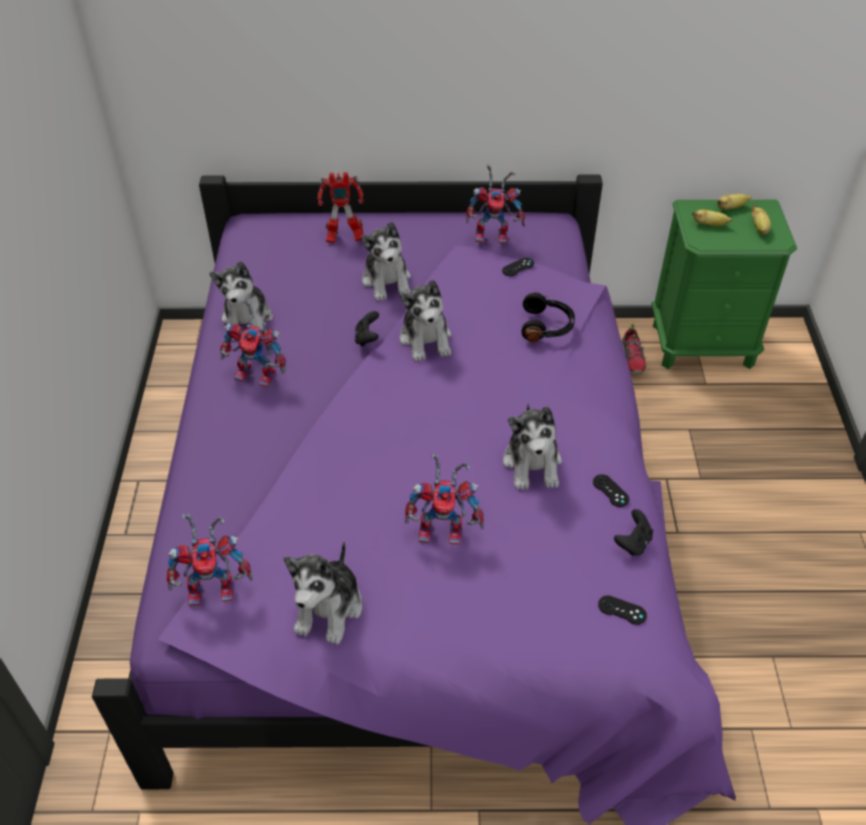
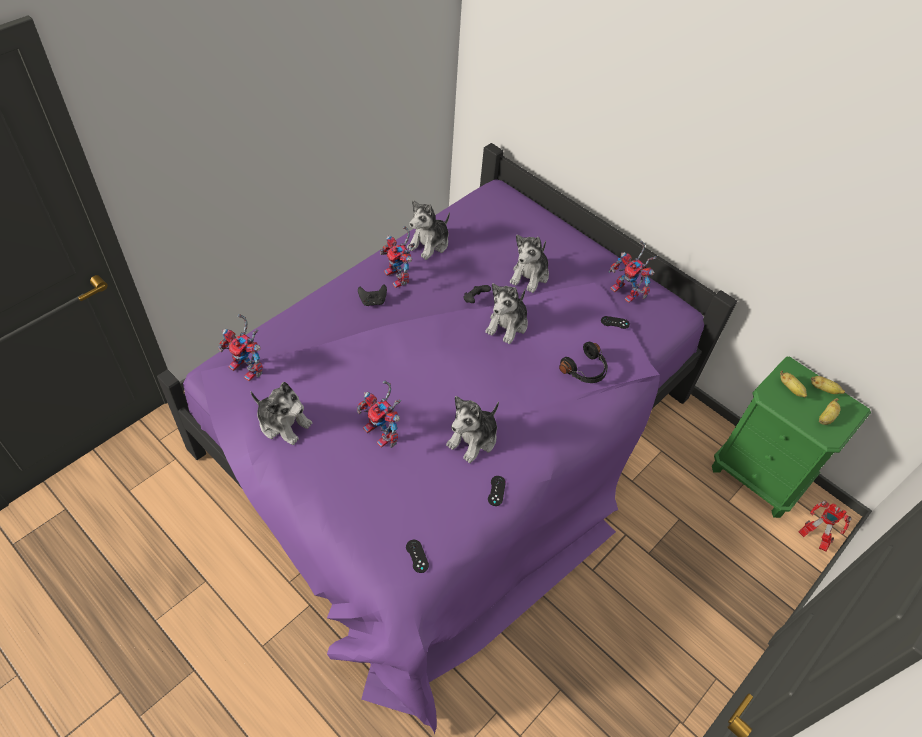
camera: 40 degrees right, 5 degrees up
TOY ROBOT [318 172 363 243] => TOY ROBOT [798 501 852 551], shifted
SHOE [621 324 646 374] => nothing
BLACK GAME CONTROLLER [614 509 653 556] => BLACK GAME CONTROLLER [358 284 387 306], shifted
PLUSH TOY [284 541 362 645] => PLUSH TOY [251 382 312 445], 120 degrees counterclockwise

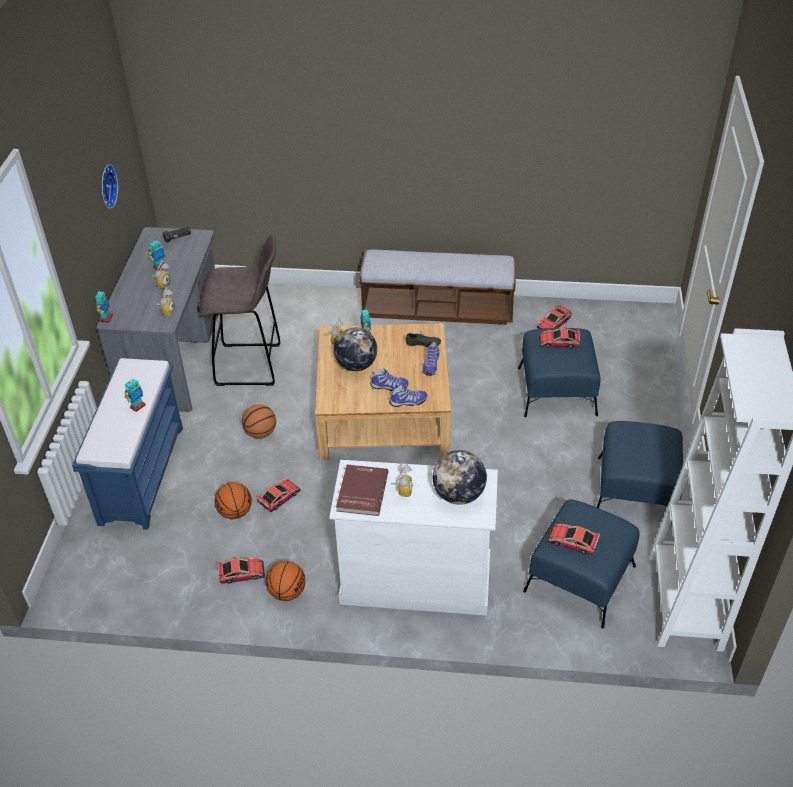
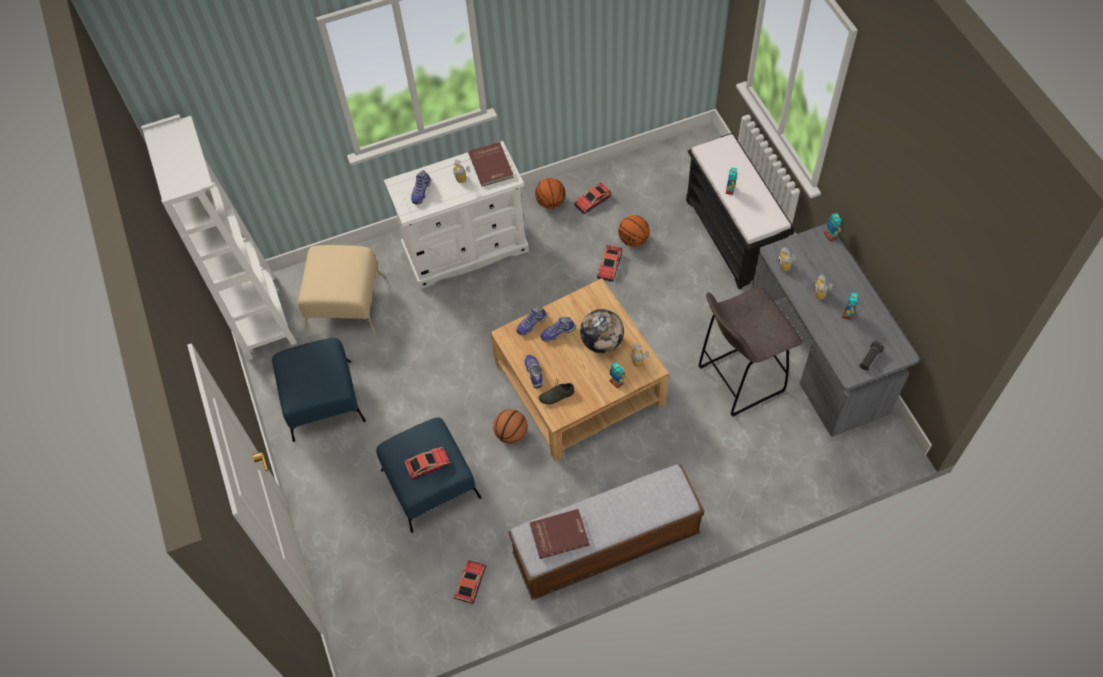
camera: 155 degrees right, 15 degrees up
WALL CLOCK [101 164 118 209] => nothing
BLUE BENCH [72 358 183 530] => BLACK BENCH [686 133 795 290]
BASKETBALL [242 404 276 438] => BASKETBALL [493 409 528 444], shifted
GLOBE [433 450 487 505] => SHOE [411 170 431 204]
BLUE OTTOMAN [523 499 640 628] => BEIGE OTTOMAN [298 245 384 333]
TOY CAR [547 524 600 555] => nothing
nothing => RED BOOK [530 509 590 559]

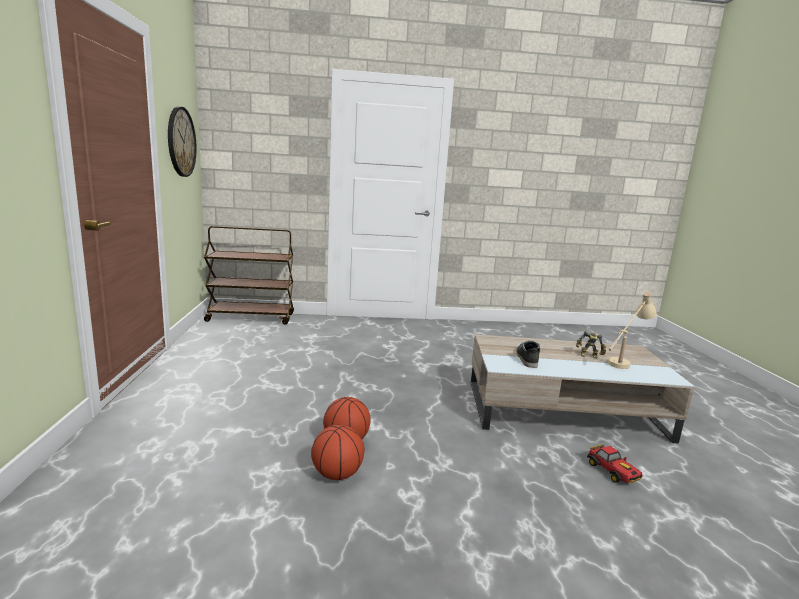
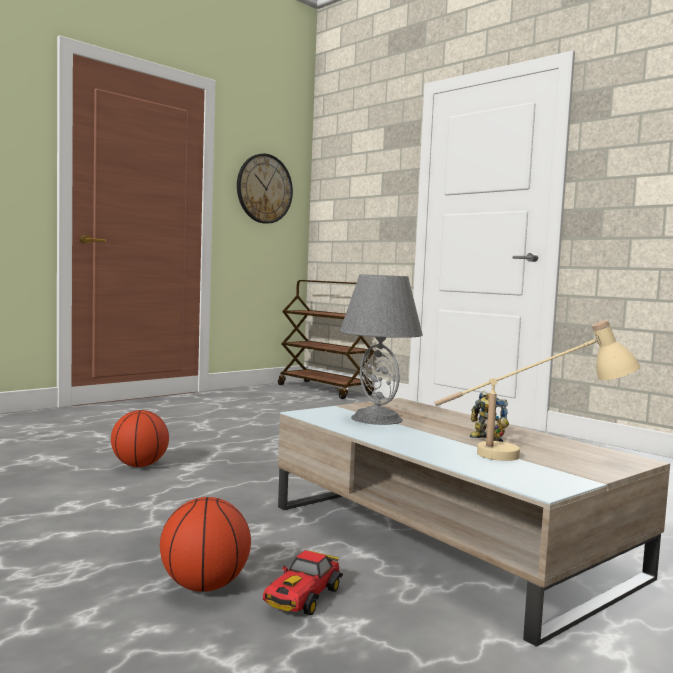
camera: 50 degrees right, 10 degrees down
SHOE [517 341 540 368] => GREY TABLE LAMP [340 274 423 425]
BASKETBALL [311 424 364 480] => BASKETBALL [160 497 251 592], shifted

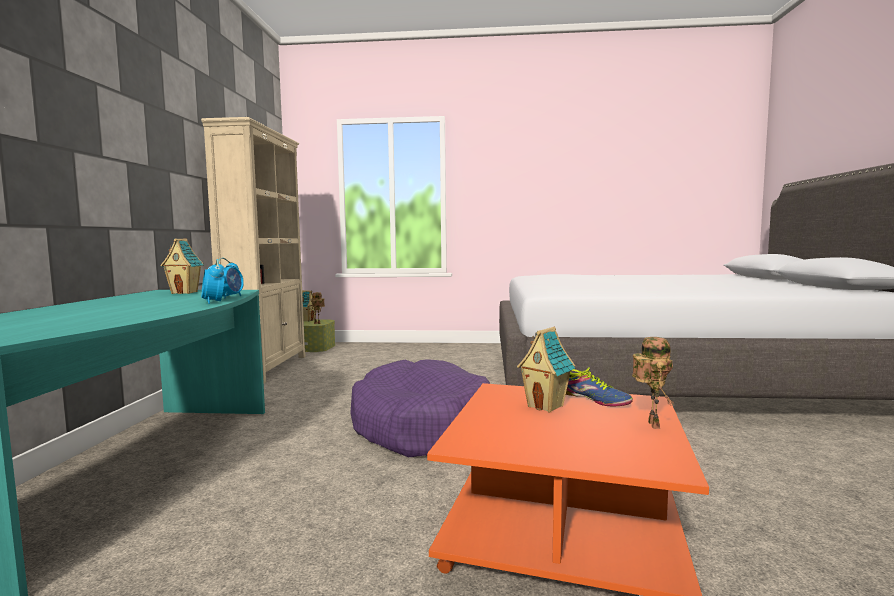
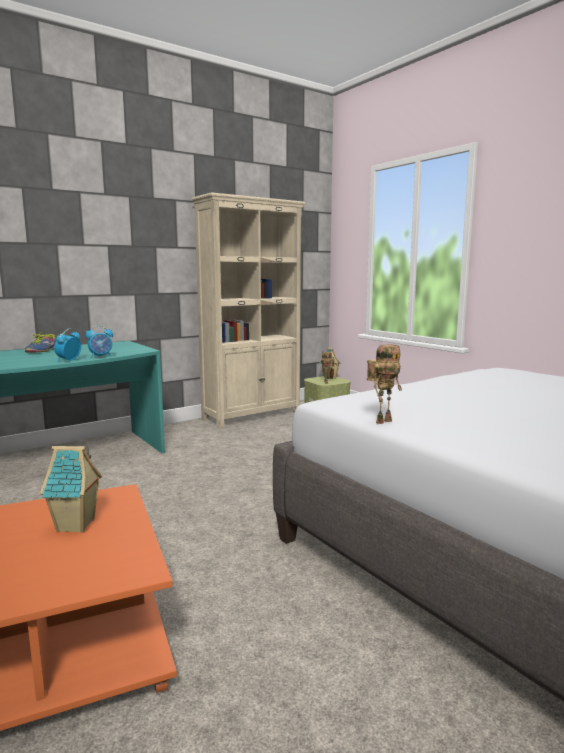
camera: 50 degrees right, 5 degrees up
TOY HOUSE [160 239 204 294] => nothing
TOY ROBOT [632 337 673 429] => TOY ROBOT [367 344 402 424], shifted
PURPLE DOG BED [350 359 490 457] => nothing
SHOE [566 367 633 406] => SHOE [25 332 56 353], shifted

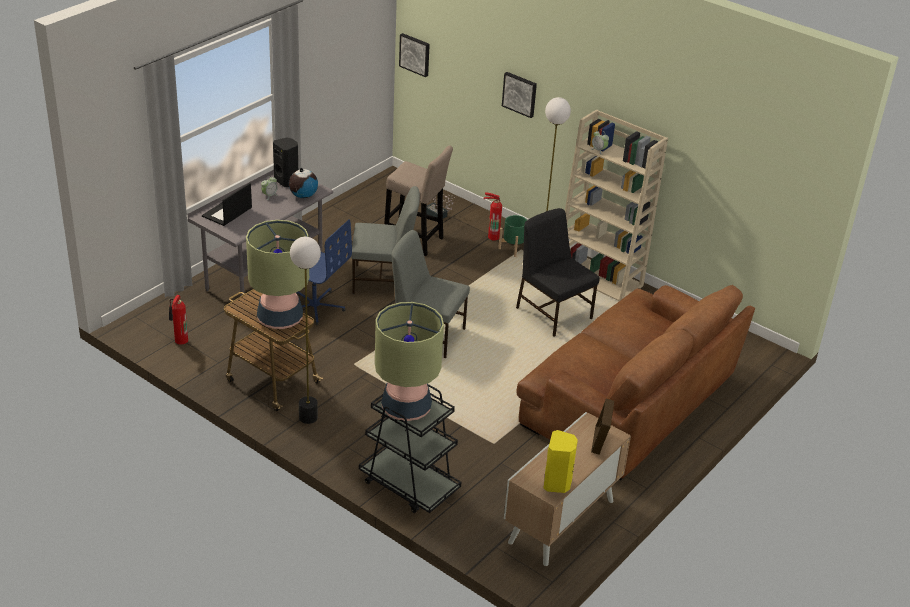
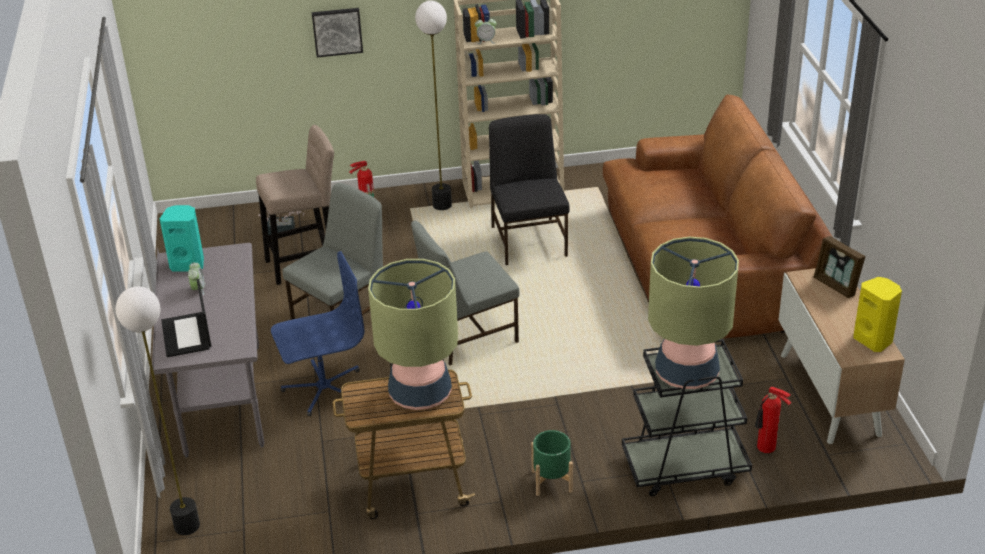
camera: 45 degrees left, 0 degrees up
PICTURE [399 33 430 77] => nothing
BLACK SPEAKER [273 137 298 187] => TURQUOISE SPEAKER [160 205 204 272]
GLOBE [289 168 318 198] => nothing
BLACK CHAIR [516 208 600 336] => BLACK CHAIR [489 114 569 265], 75 degrees clockwise
GREEN PLANTER [498 215 527 257] => GREEN PLANTER [531 430 573 496], shifted
FLOOR LAMP [290 237 321 424] => FLOOR LAMP [116 287 200 535], shifted
FIRE EXTINGUISHER [169 295 188 345] => FIRE EXTINGUISHER [755 387 791 453], shifted

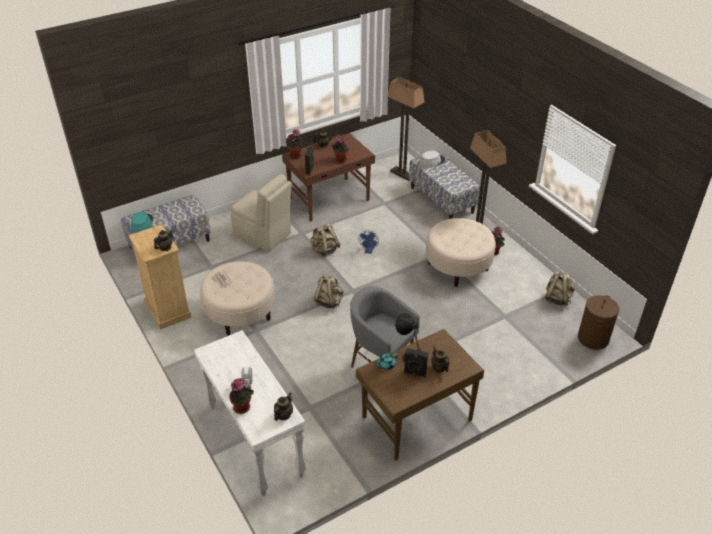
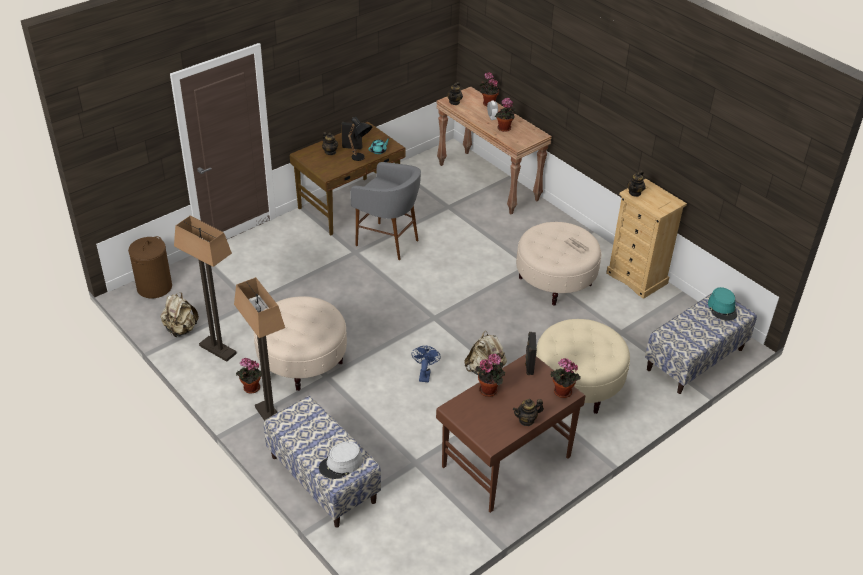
camera: 170 degrees right, 0 degrees up
FLOOR LAMP [387 77 425 181] => FLOOR LAMP [174 216 237 362], shifted
BEIGE CHAIR [231 174 292 252] => BEIGE OTTOMAN [536 319 630 414]
BEIGE BACKPACK [314 274 343 309] => nothing
WHITE CONSOLE TABLE [194 330 306 496] => BROWN CONSOLE TABLE [436 87 552 214]
nothing => POTTED PLANT [494 98 516 132]

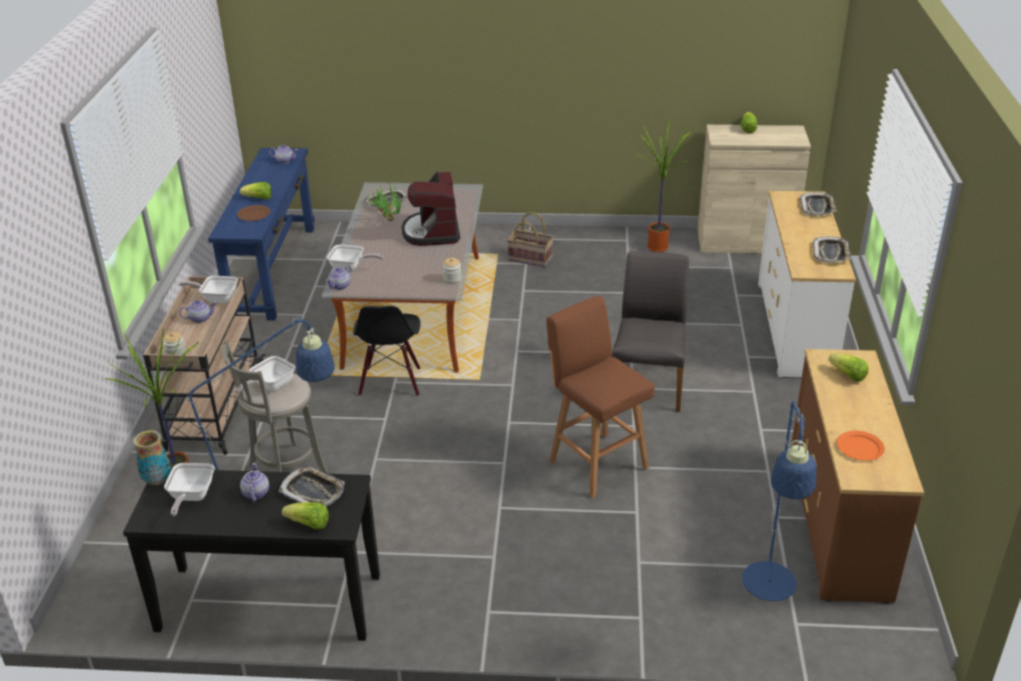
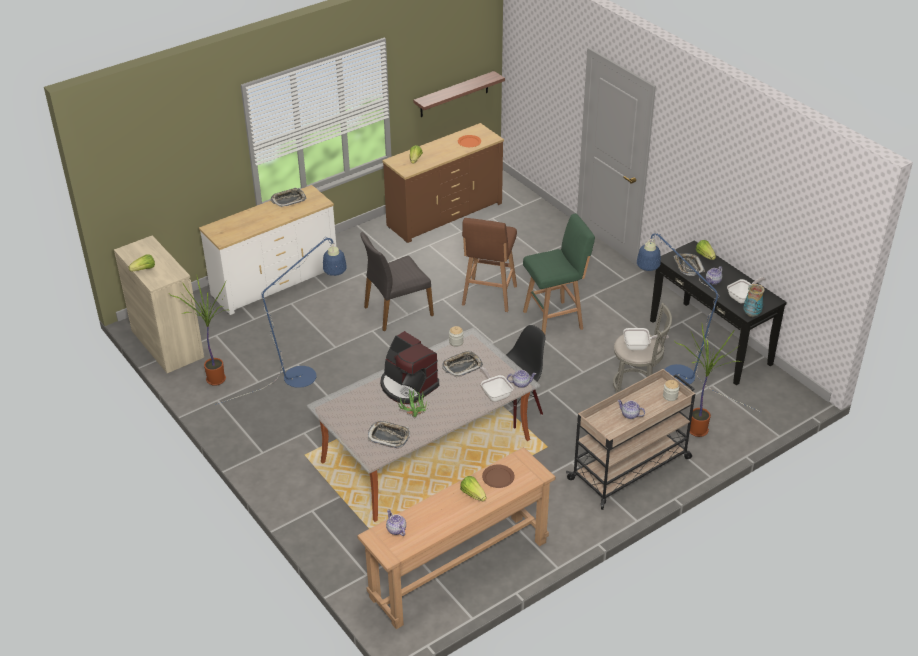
camera: 130 degrees left, 5 degrees up
BLUE CONSOLE TABLE [208 148 315 321] => BROWN CONSOLE TABLE [357 447 555 629]
COFFEE MACHINE [402 172 460 246] => COFFEE MACHINE [380 331 439 404], 90 degrees clockwise
TRAY [800 192 837 215] => TRAY [442 350 483 377], shifted
BASKET [507 212 553 267] => nothing
FRYING PAN [179 276 238 303] => nothing
BLUE FLOOR LAMP [742 401 816 601] => BLUE FLOOR LAMP [215 237 347 405], shifted
nothing => SHELF [413 71 505 117]
nothing => GREEN STOOL [523 213 595 334]

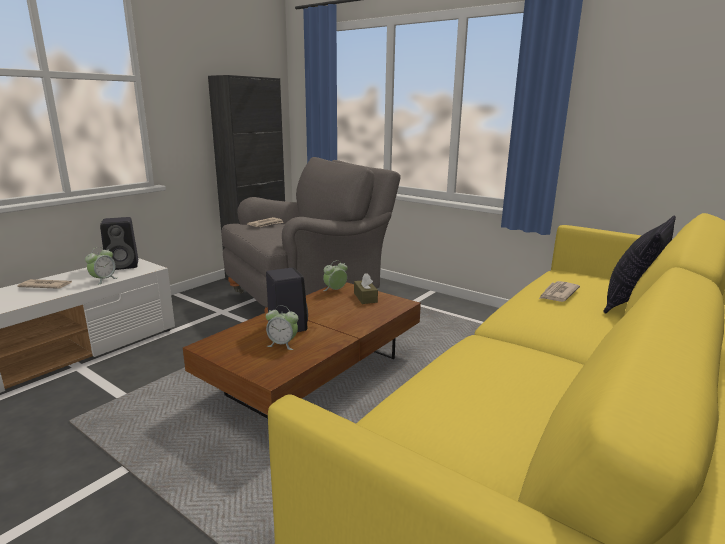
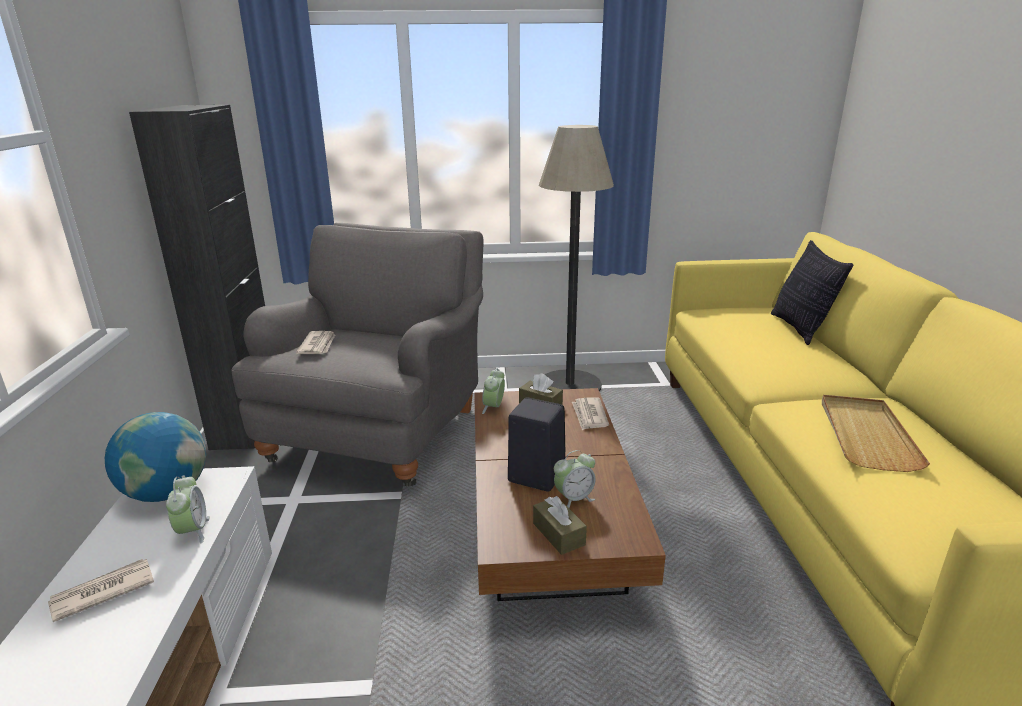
camera: 40 degrees left, 5 degrees up
BLACK SPEAKER [100 217 138 270] => GLOBE [105 412 206 502]
NEWSPAPER [539 281 580 302] => NEWSPAPER [572 397 609 430], shifted
nothing => FLOOR LAMP [539 125 614 391]
nothing => BEIGE TRAY [822 395 930 472]
nothing => BROWN TISSUE BOX [533 496 587 555]

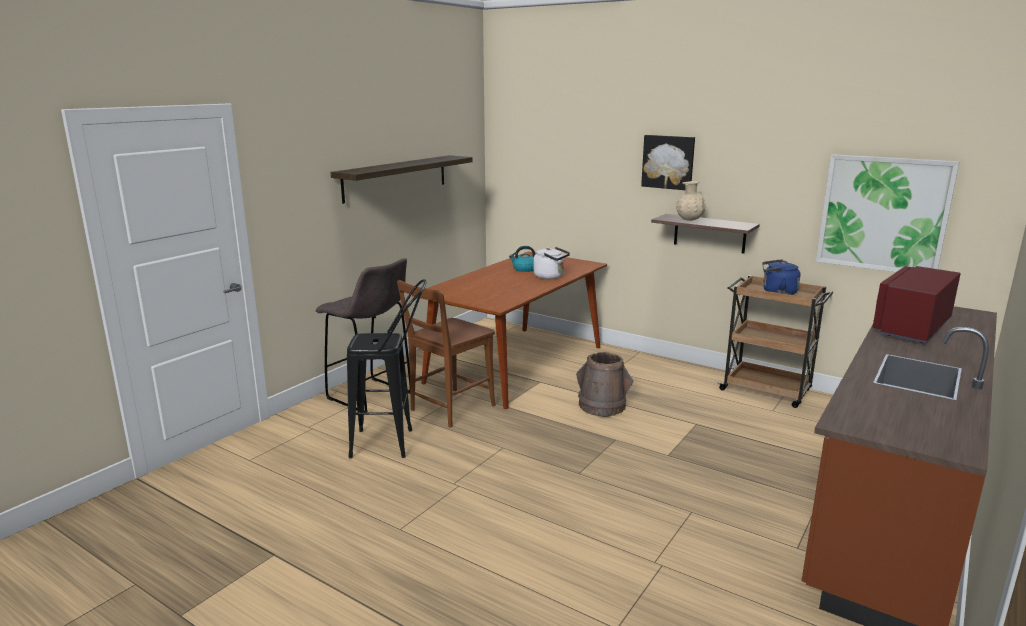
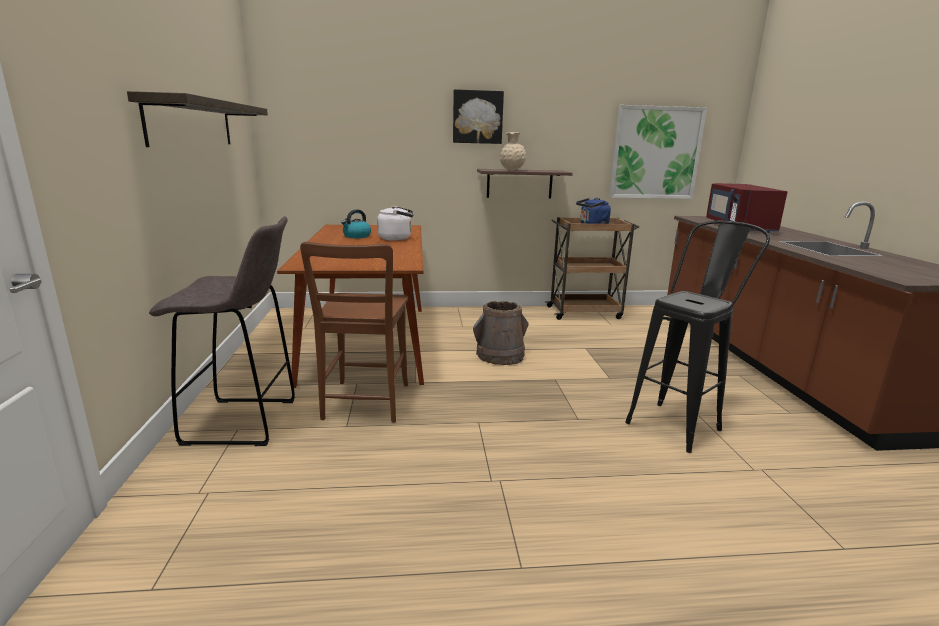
camera: 40 degrees left, 0 degrees up
BLACK STOOL [347 279 427 458] => BLACK STOOL [625 221 770 453], shifted

